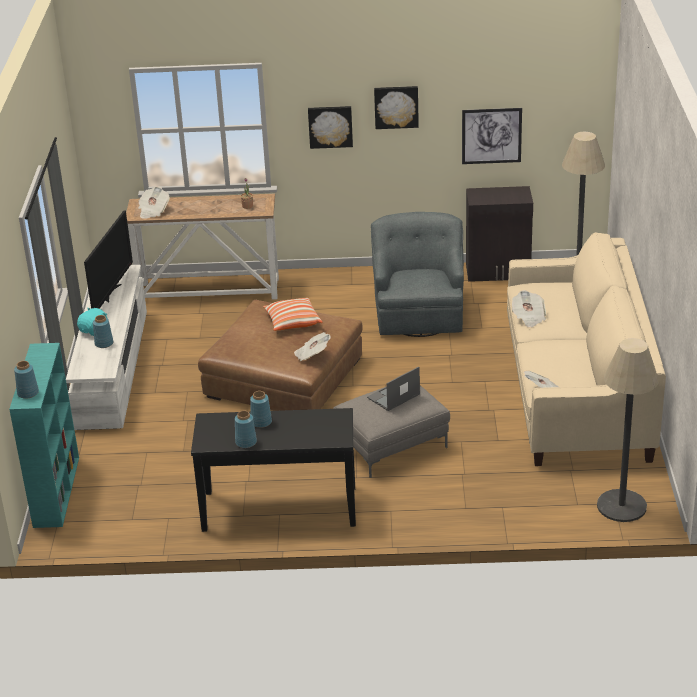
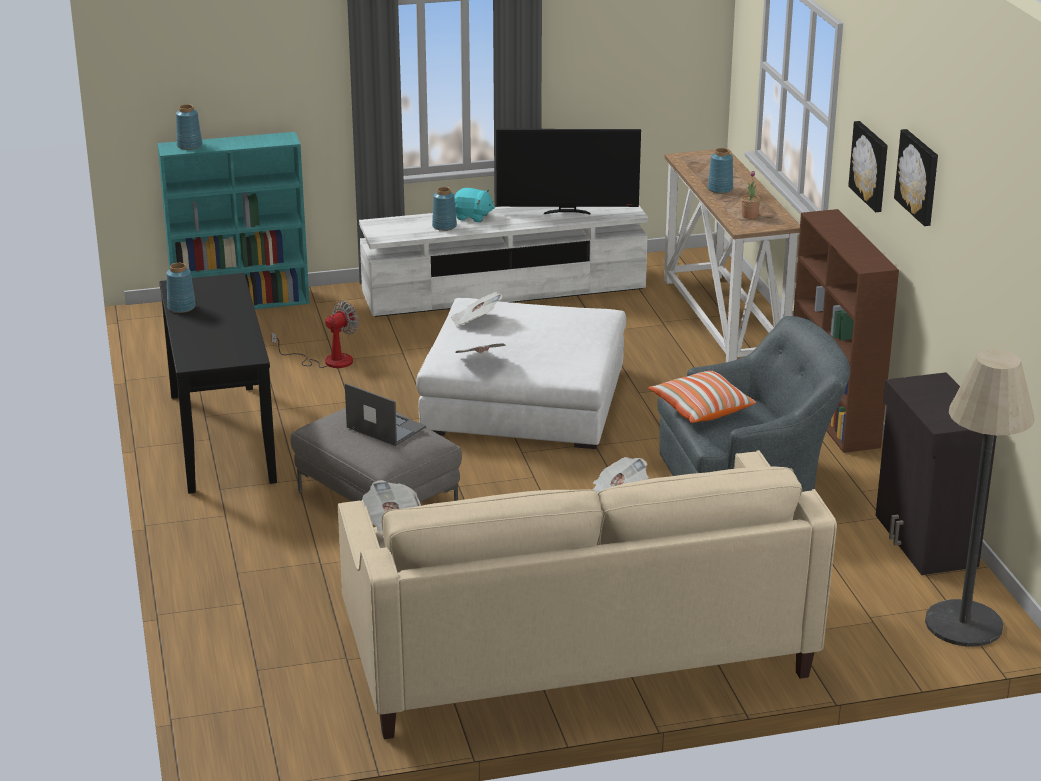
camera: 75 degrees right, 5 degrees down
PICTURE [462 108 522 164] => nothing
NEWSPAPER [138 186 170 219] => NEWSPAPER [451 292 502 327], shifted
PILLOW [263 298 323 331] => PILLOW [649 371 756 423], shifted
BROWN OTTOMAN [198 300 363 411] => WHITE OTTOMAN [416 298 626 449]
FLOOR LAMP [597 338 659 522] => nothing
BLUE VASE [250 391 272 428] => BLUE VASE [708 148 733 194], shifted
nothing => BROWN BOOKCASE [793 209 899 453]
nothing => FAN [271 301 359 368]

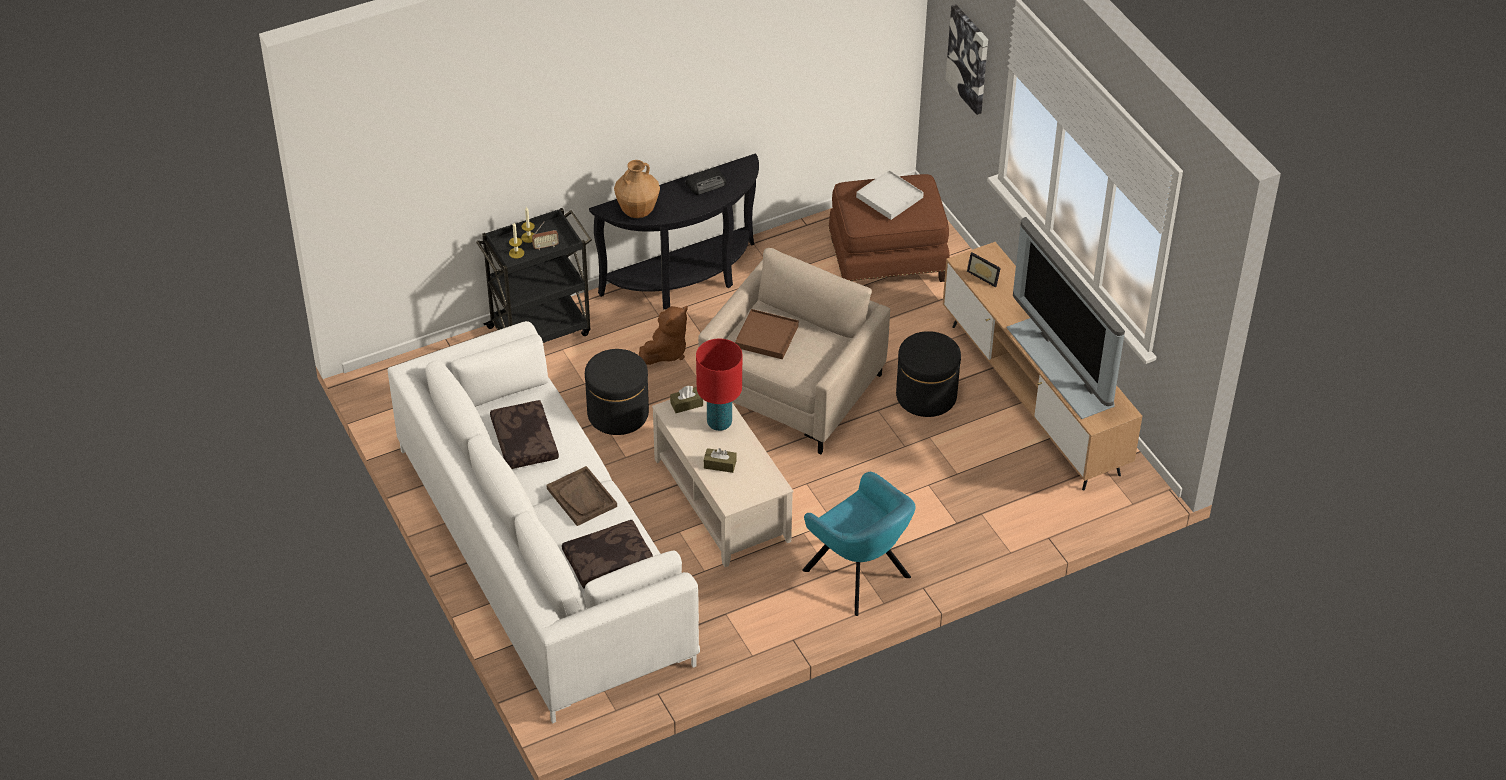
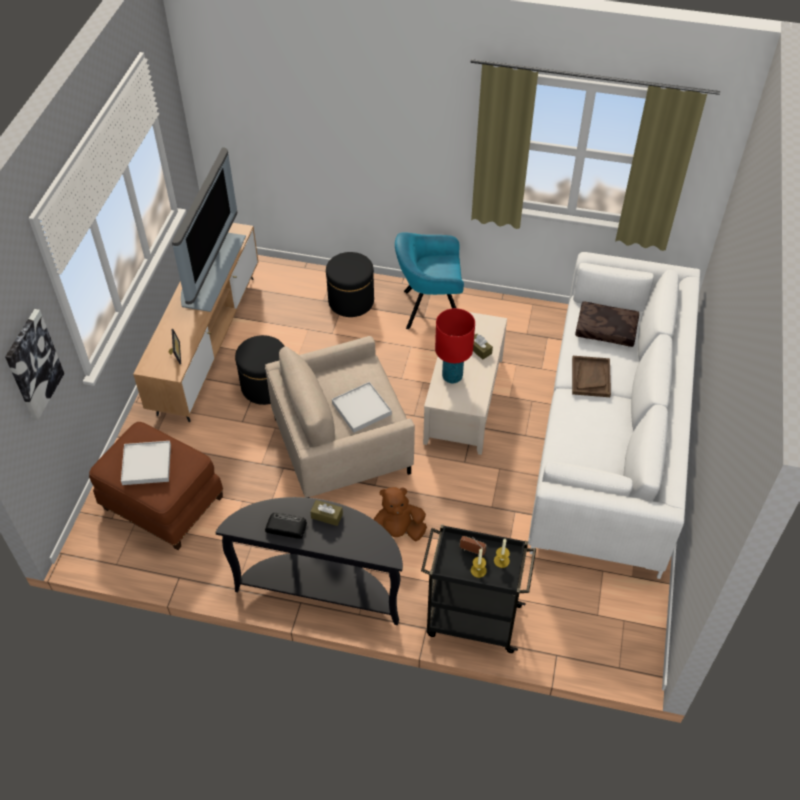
camera: 140 degrees left, 5 degrees up
BROWN VASE [614 160 660 218] => nothing
BROWN TRAY [735 309 799 359] => WHITE TRAY [332 382 392 433]
BLACK OTTOMAN [585 349 649 435] => BLACK OTTOMAN [326 252 374 317], shifted
BROWN TISSUE BOX [670 386 703 413] => BROWN TISSUE BOX [310 500 343 526], shifted
BROWN PILLOW [490 400 559 469] => nothing
TURQUOISE ARMCHAIR [802 472 916 616] => TURQUOISE ARMCHAIR [395 232 464 329], 90 degrees counterclockwise

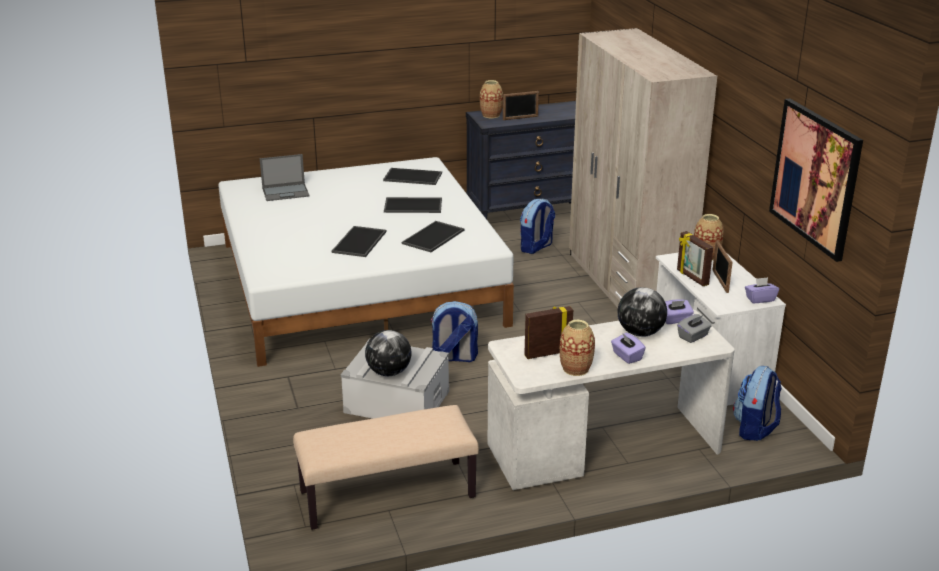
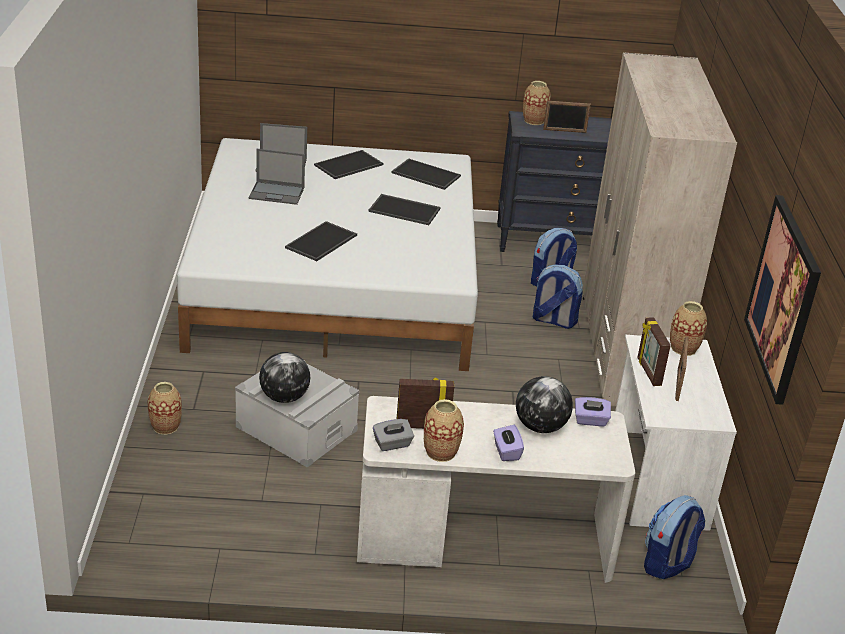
camera: 15 degrees right, 5 degrees up
TRAY [402 221 465 252] => TRAY [314 150 384 179], shifted
PURPLE TISSUE BOX [745 277 779 303] => nothing
BACKPACK [431 301 478 362] => BACKPACK [533 264 583 329], shifted
GREY TISSUE BOX [677 314 712 343] => GREY TISSUE BOX [373 419 414 451], shifted
BEIGE BENCH [293 405 479 530] => nothing
nothing => LAPTOP [249 149 305 205]
nothing => VASE [148 382 182 435]

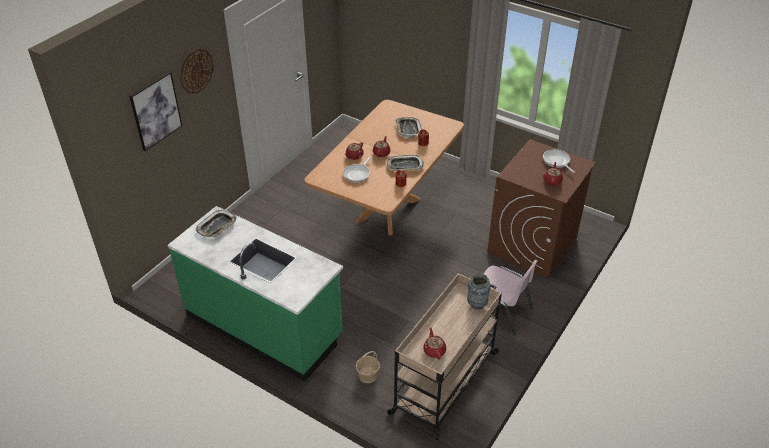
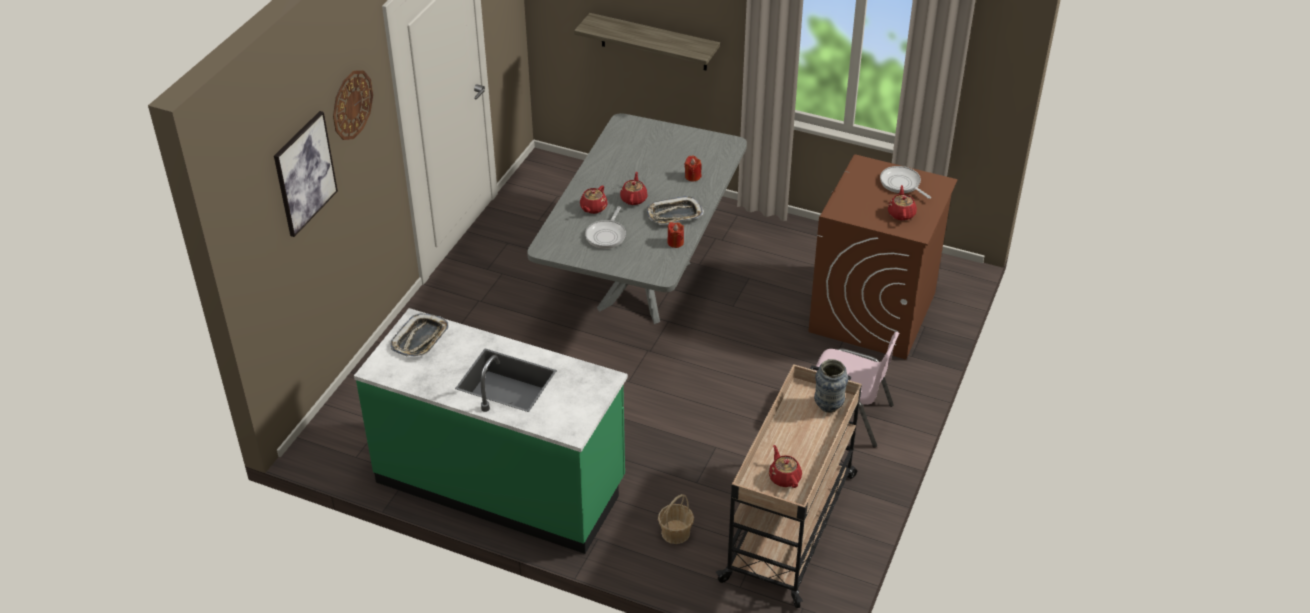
camera: 10 degrees left, 0 degrees up
BROWN DINING TABLE [305 100 464 236] => GREY DINING TABLE [527 113 747 324]
TRAY [395 117 422 138] => nothing
nothing => SHELF [574 13 720 70]

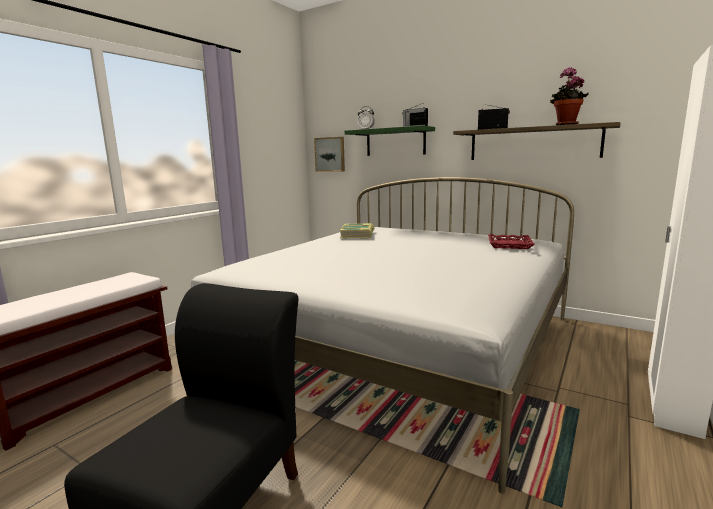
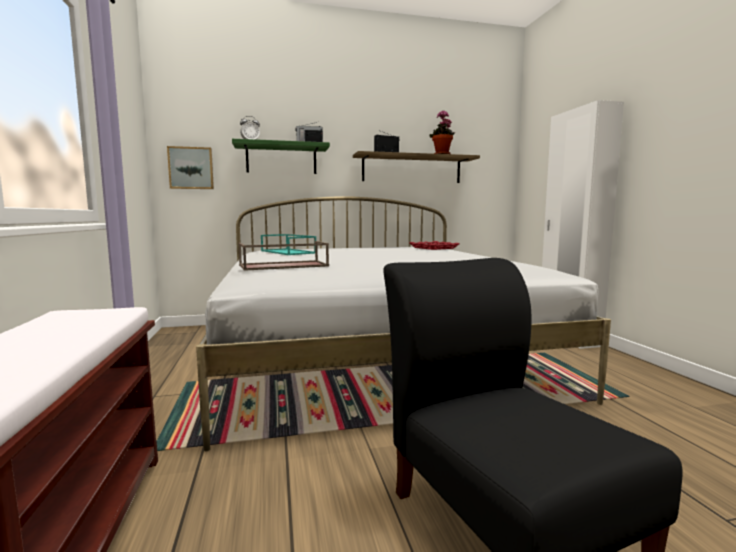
camera: 45 degrees left, 5 degrees down
BOOK [340 223 374 239] => TURQUOISE TRAY [261 234 316 255]
nothing => BROWN TRAY [239 241 329 271]

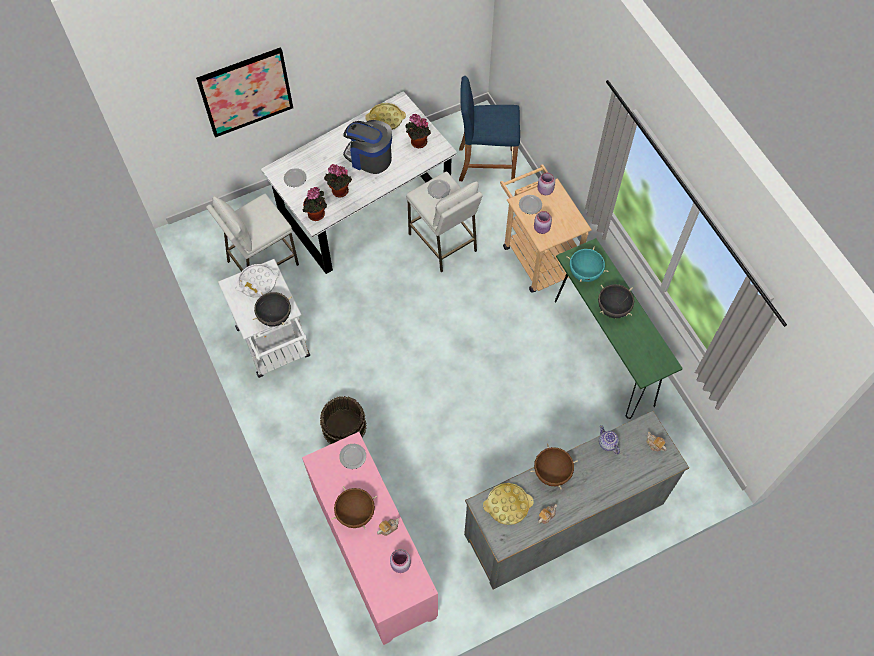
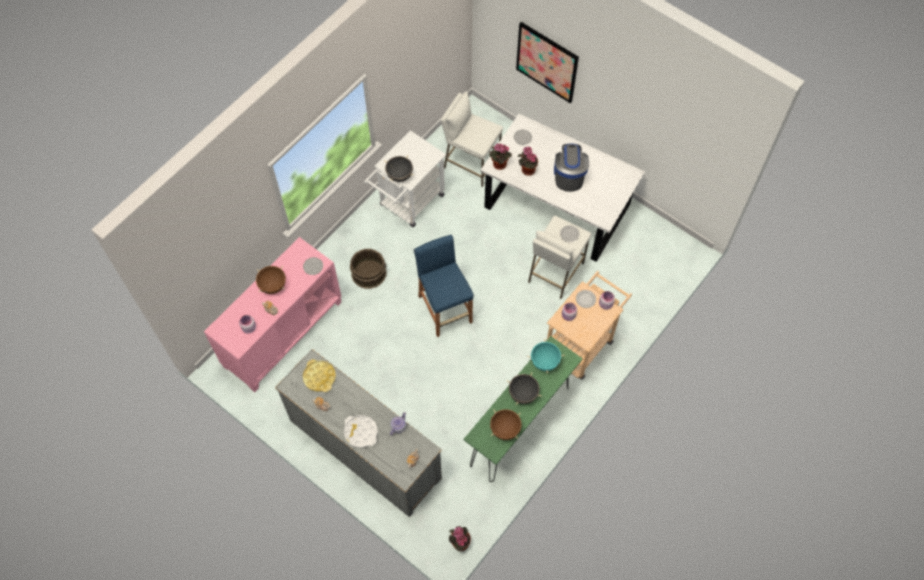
camera: 65 degrees right, 0 degrees up
BLUE STOOL [459 76 520 183] => BLUE STOOL [414 235 474 337], shifted
YELLOW TRAY [365 103 406 130] => nothing
POTTED PLANT [406 113 431 148] => POTTED PLANT [449 526 471 551], shifted
WHITE TRAY [235 264 279 298] => WHITE TRAY [344 415 378 448], shifted
BROWN COOKING POT [530 443 578 490] => BROWN COOKING POT [490 409 522 440], shifted

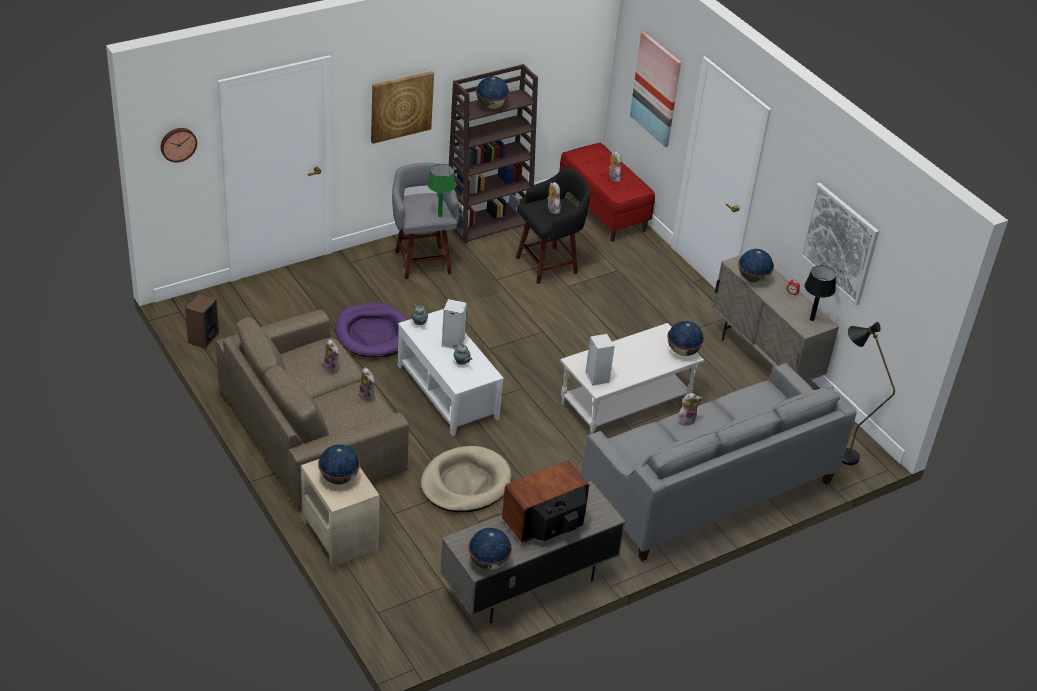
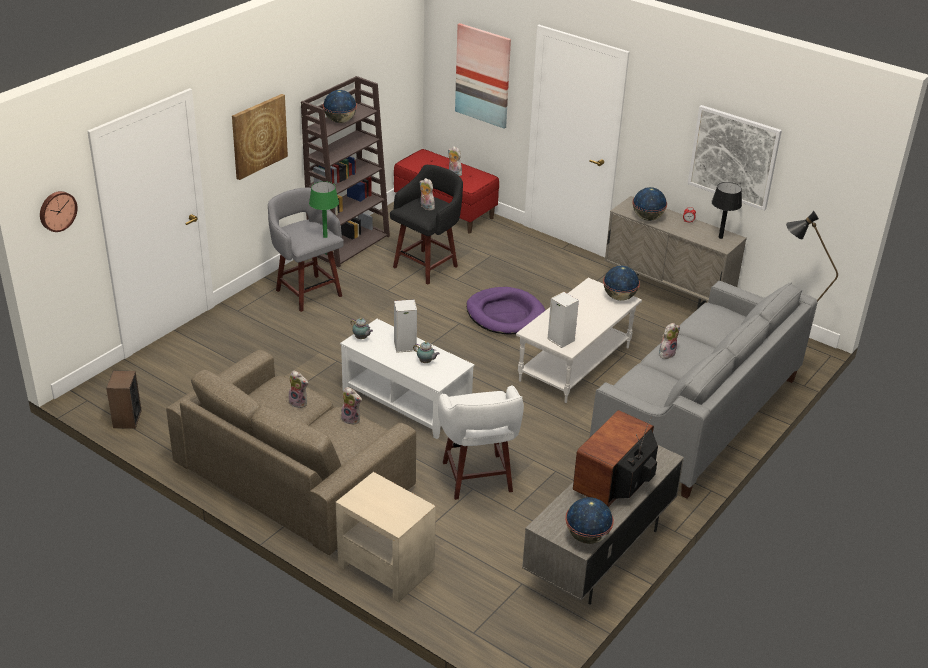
camera: 20 degrees left, 5 degrees down
PURPLE DOG BED [335 303 407 357] => PURPLE DOG BED [466 287 545 335], shifted
GLOBE [318 445 360 484] => nothing
BEIGE DOG BED [421 446 512 513] => WHITE STOOL [438 385 524 500]

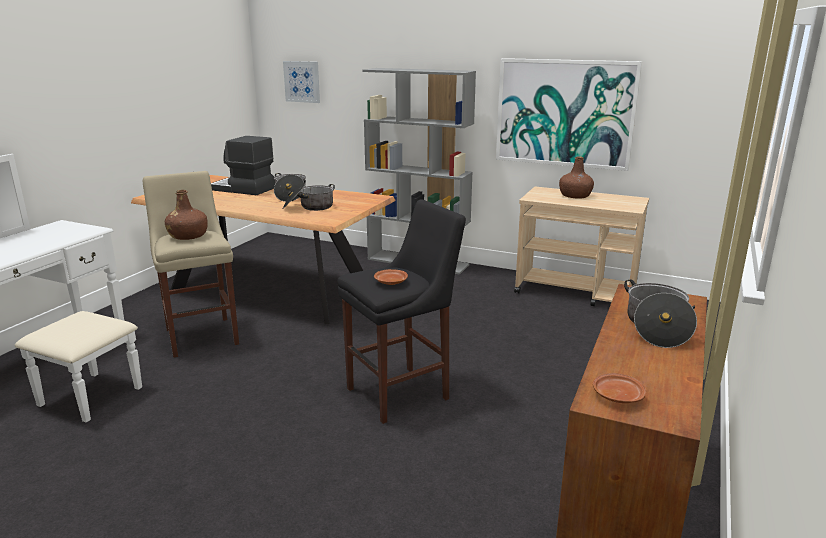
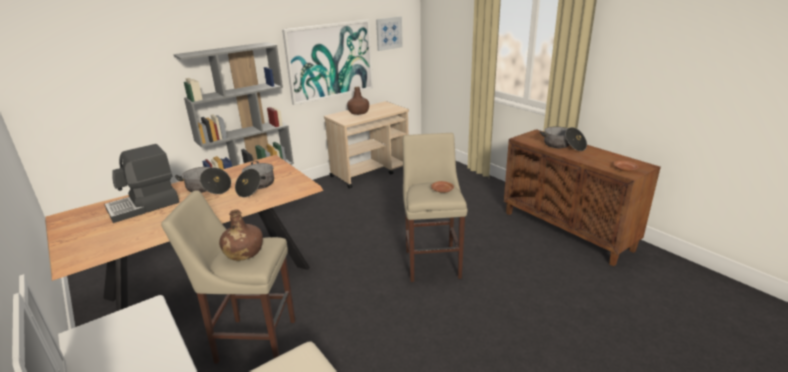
camera: 60 degrees left, 5 degrees up
PICTURE [283 61 320 103] => PICTURE [376 16 403 51], shifted
BLACK STOOL [338 199 466 424] => BEIGE STOOL [402 133 468 282]

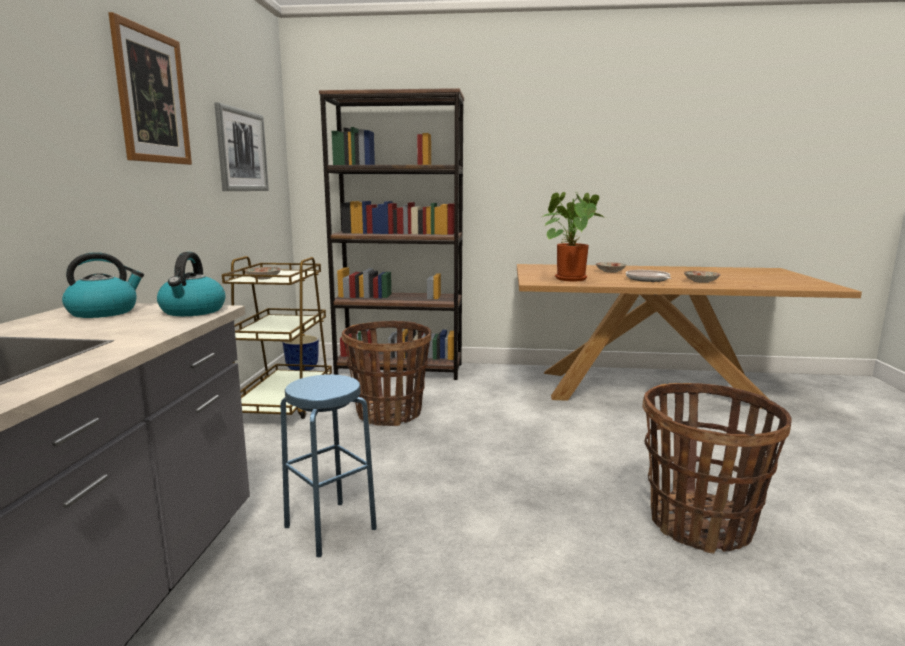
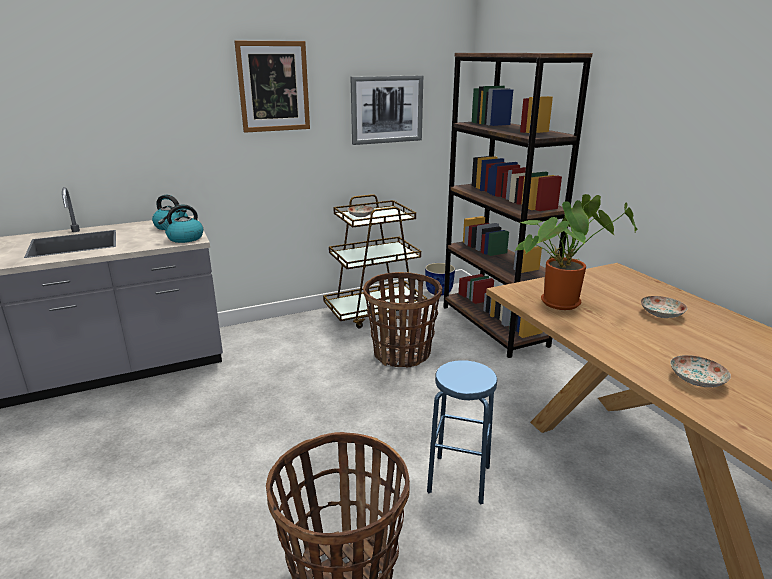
camera: 60 degrees right, 10 degrees up
FRYING PAN [626 270 672 282] => nothing
BLUE STOOL [280 374 377 557] => BLUE STOOL [427 360 497 505], shifted

